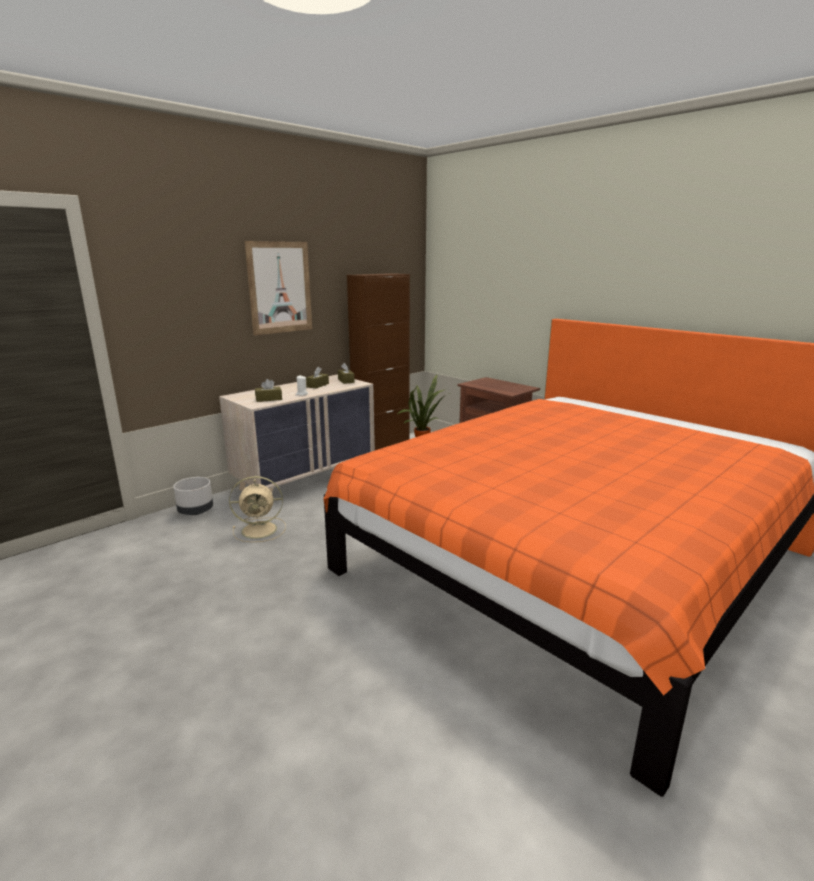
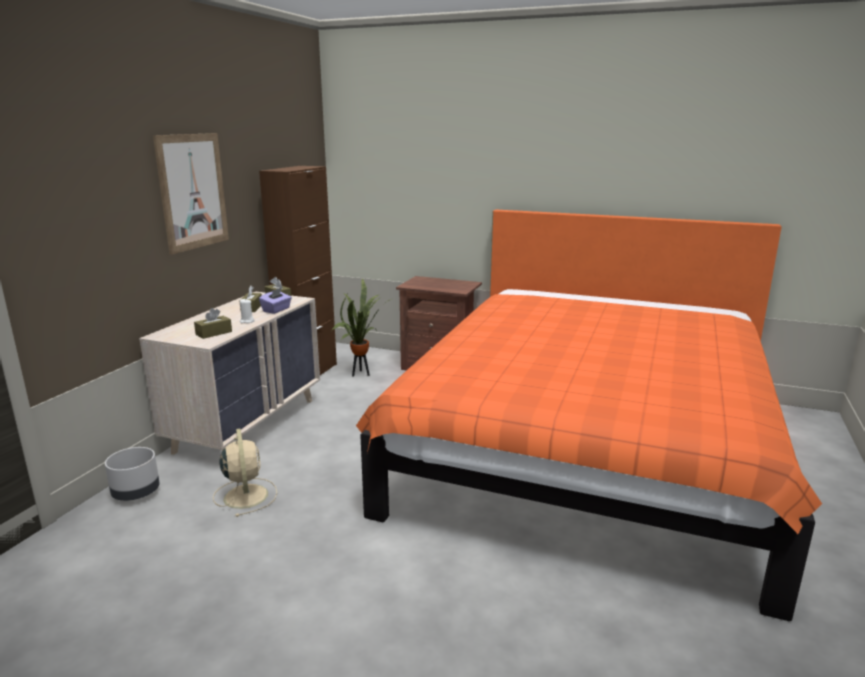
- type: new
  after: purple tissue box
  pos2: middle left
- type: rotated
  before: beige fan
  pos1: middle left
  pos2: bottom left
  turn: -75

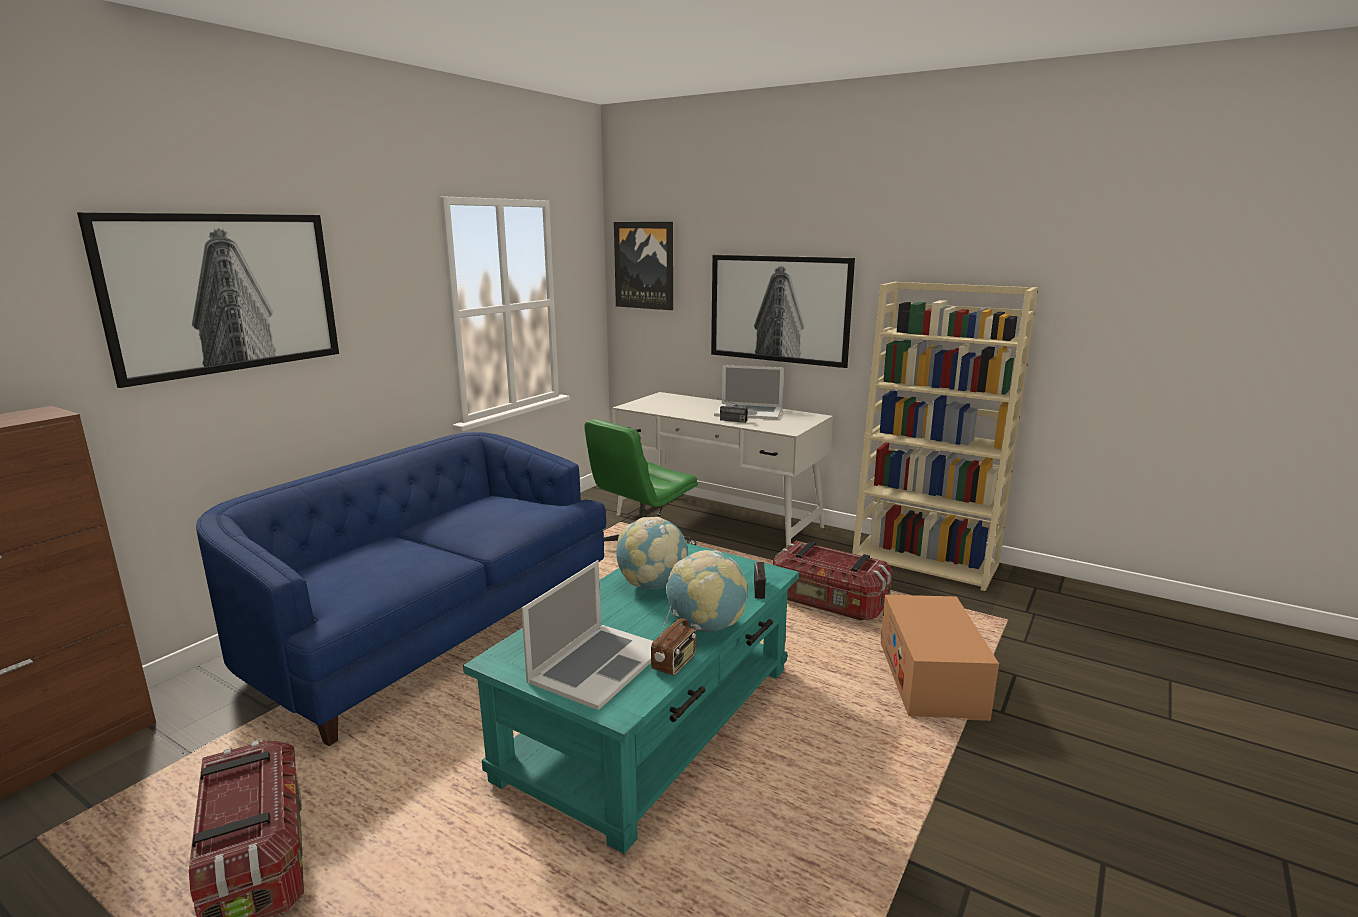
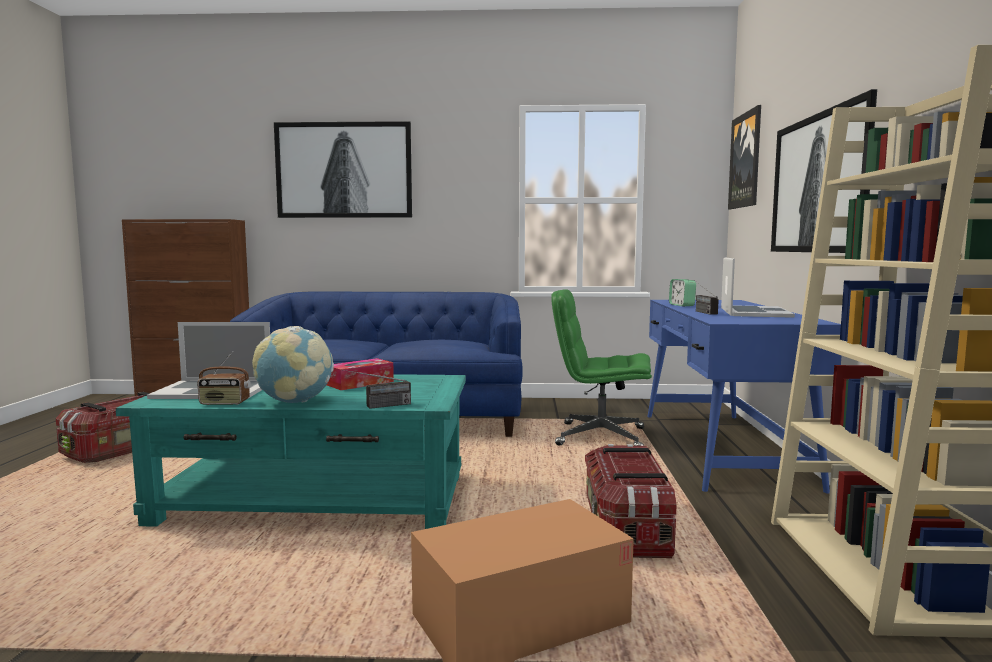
- type: new
  after: alarm clock
  pos2: middle right
- type: swapped
  before: globe (no. 1 from left)
  after: tissue box
  pos1: centre
  pos2: centre
- type: repainted
  before: white desk
  after: blue desk
  pos1: centre
  pos2: middle right
- type: rotated
  before: laptop (no. 2 from left)
  pos1: centre
  pos2: middle right
  turn: -150

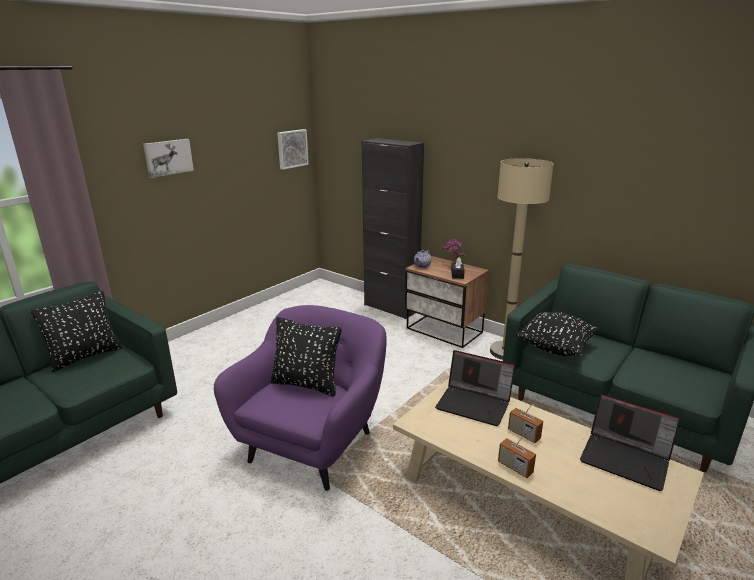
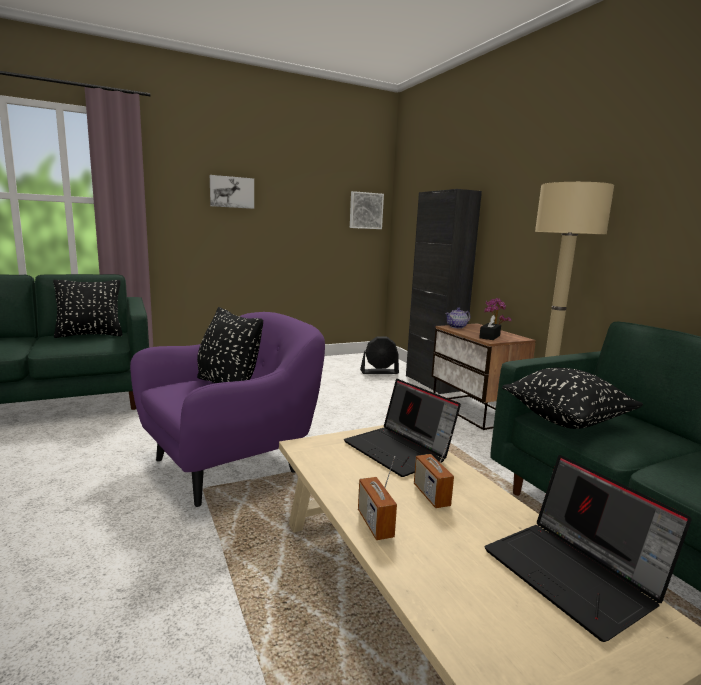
- type: new
  after: black fan
  pos2: centre

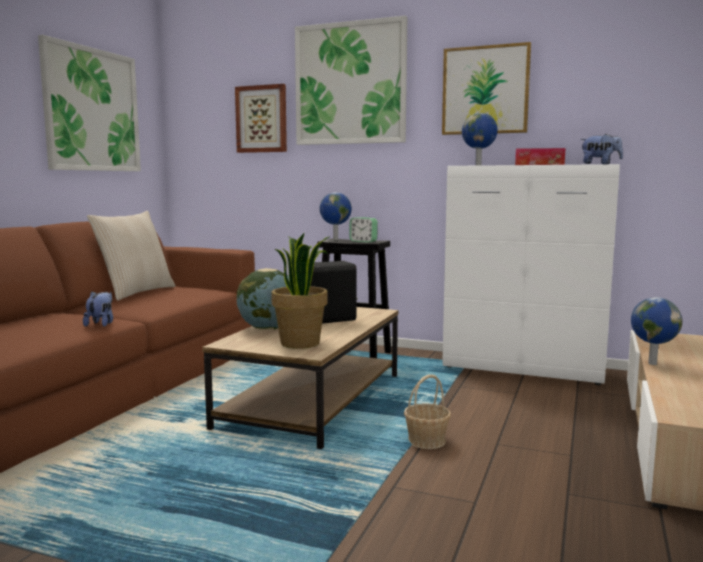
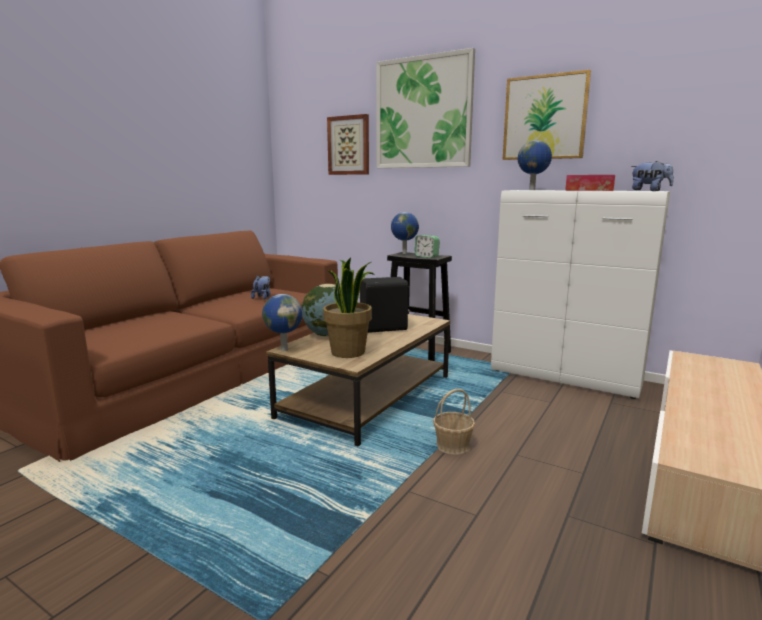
- type: gone
  before: picture (no. 1 from left)
  pos1: top left
- type: gone
  before: beige pillow
  pos1: middle left
- type: shifted
  before: plush toy (no. 1 from left)
  pos1: middle left
  pos2: centre
- type: shifted
  before: globe (no. 4 from left in the first image)
  after: globe (no. 1 from left)
  pos1: middle right
  pos2: centre

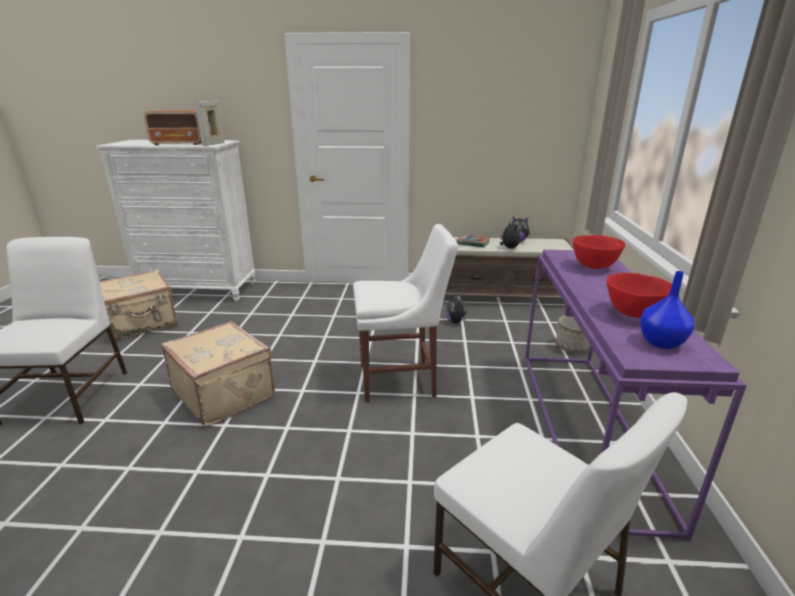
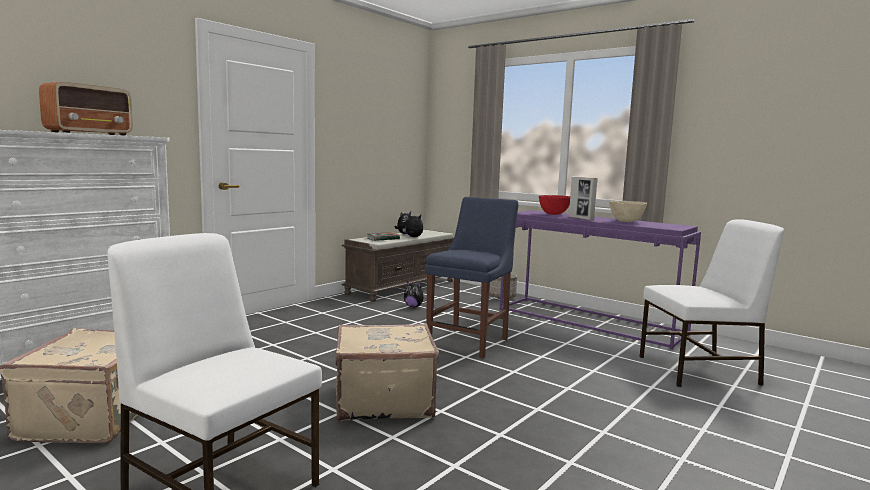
- type: gone
  before: blue vase
  pos1: middle right
- type: shifted
  before: picture frame
  pos1: top left
  pos2: middle right
- type: repainted
  before: white chair (no. 2 from left)
  after: blue chair
  pos1: centre
  pos2: centre
- type: repainted
  before: red bowl (no. 2 from left)
  after: beige bowl
  pos1: middle right
  pos2: middle right

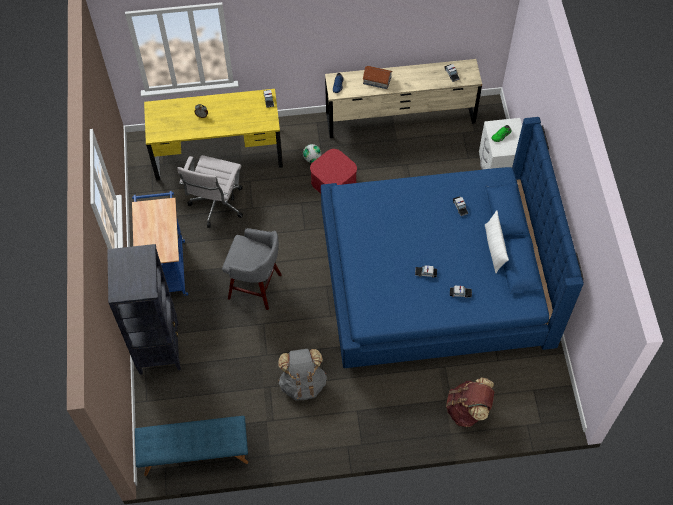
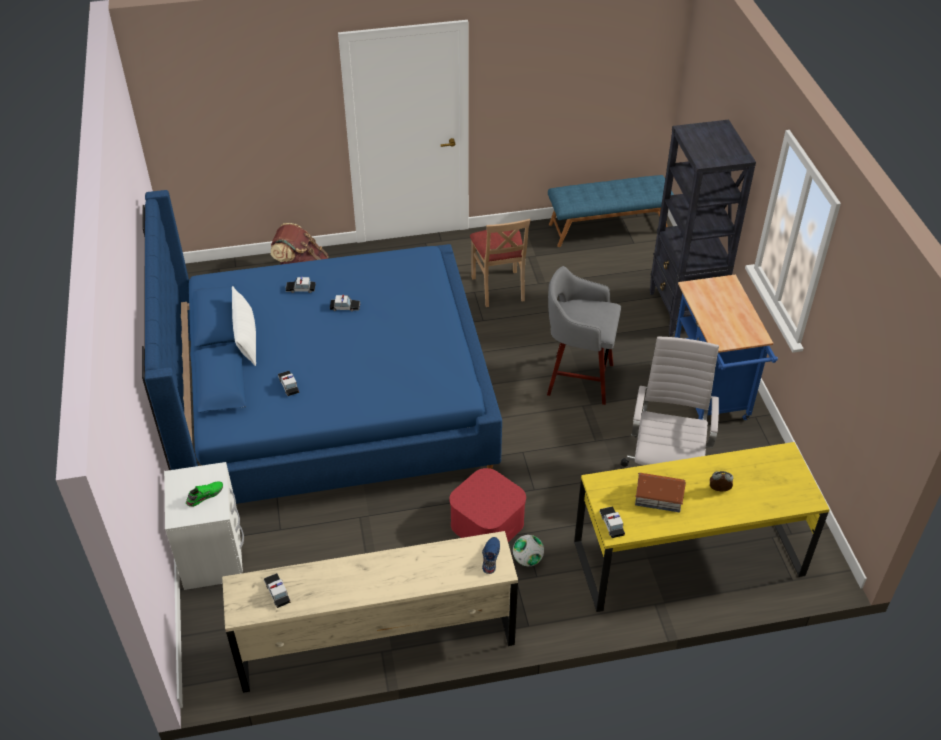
- type: shifted
  before: toy house
  pos1: top centre
  pos2: middle right
- type: swapped
  before: grey backpack
  after: beige chair
  pos1: bottom centre
  pos2: centre

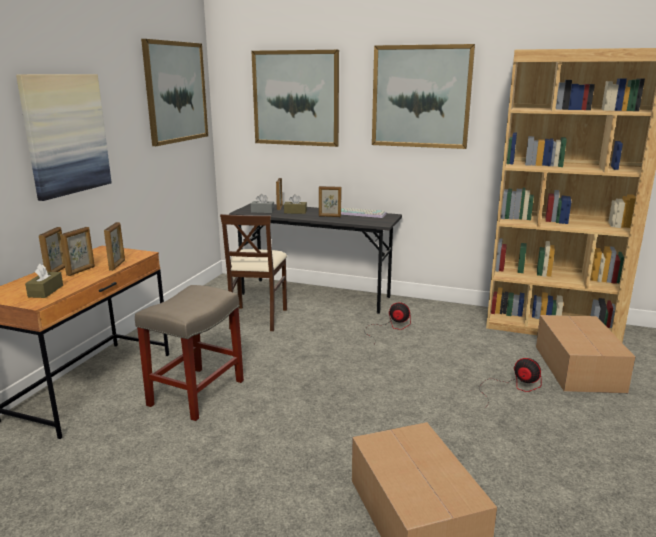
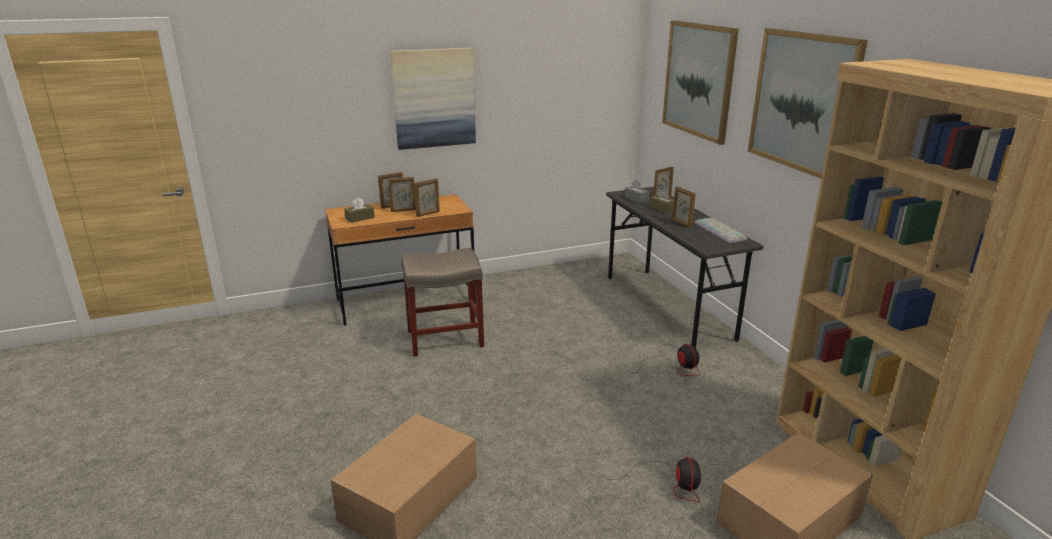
- type: gone
  before: picture (no. 2 from left)
  pos1: top left
- type: gone
  before: beige chair
  pos1: centre

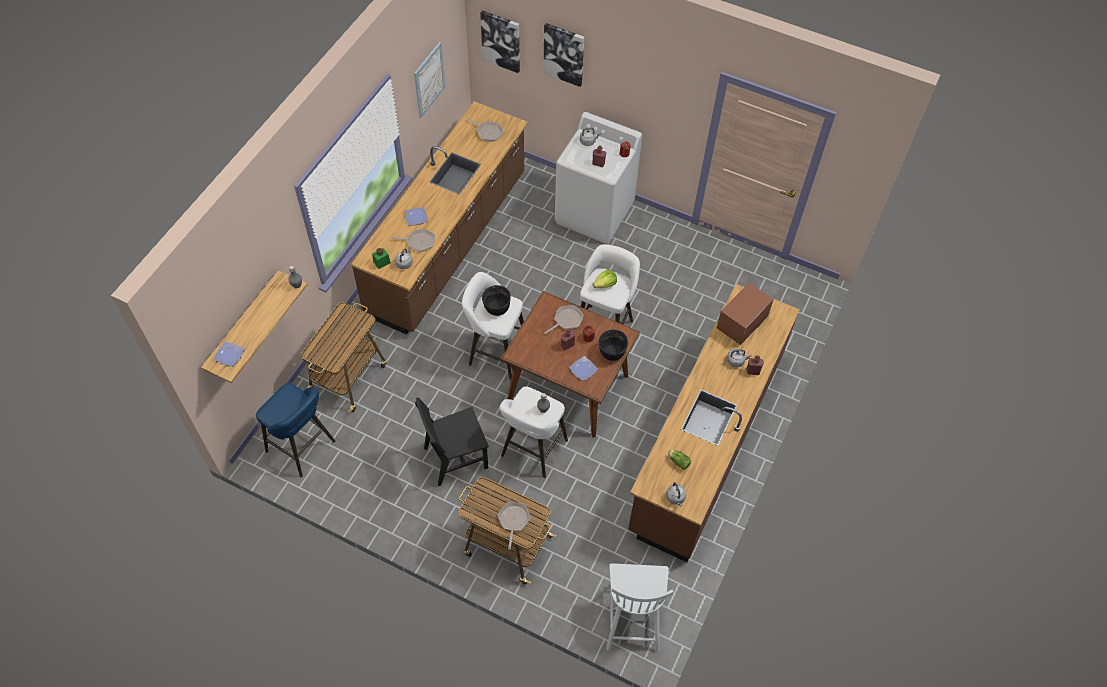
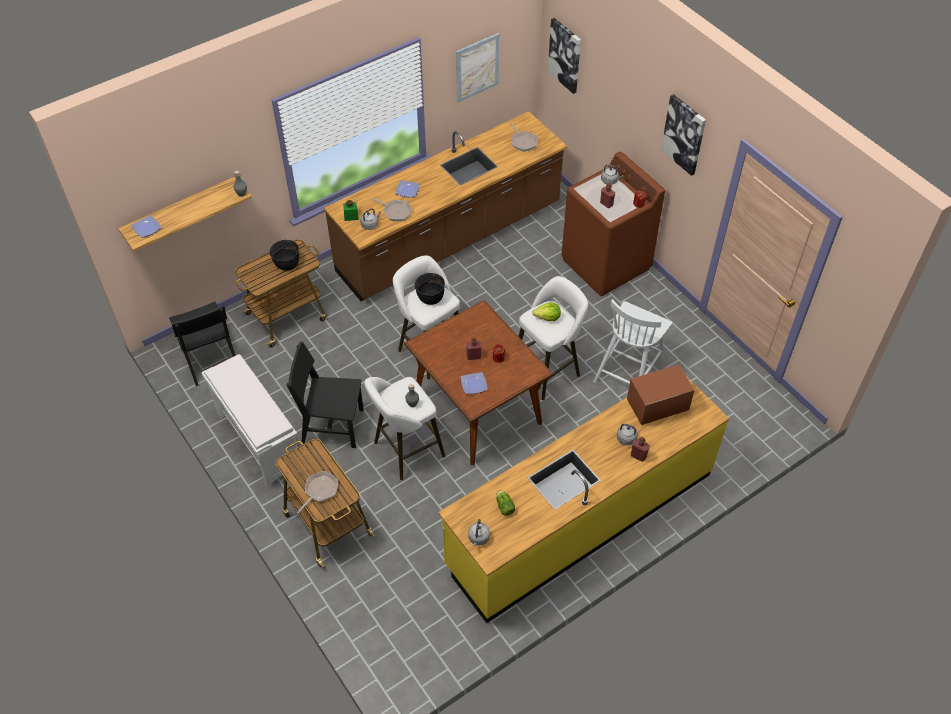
- type: gone
  before: frying pan (no. 4 from left)
  pos1: centre
- type: new
  after: white bench
  pos2: middle left
- type: shifted
  before: picture (no. 3 from left)
  pos1: top centre
  pos2: top right
- type: shifted
  before: black cooking pot (no. 2 from left in the first image)
  after: black cooking pot (no. 1 from left)
  pos1: centre
  pos2: middle left
- type: shifted
  before: white chair
  pos1: bottom centre
  pos2: centre
- type: swapped
  before: blue stool
  after: black chair (no. 1 from left)
  pos1: middle left
  pos2: middle left
- type: repainted
  before: white washing machine
  after: brown washing machine
  pos1: top centre
  pos2: top centre
- type: repainted
  before: brown counter (no. 2 from left)
  after: yellow counter
  pos1: centre
  pos2: bottom centre

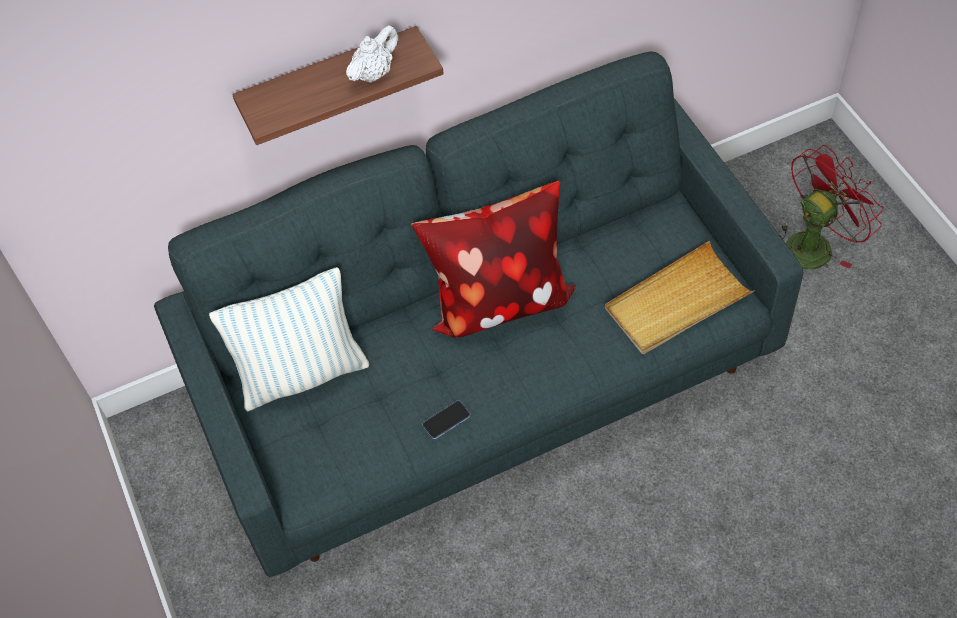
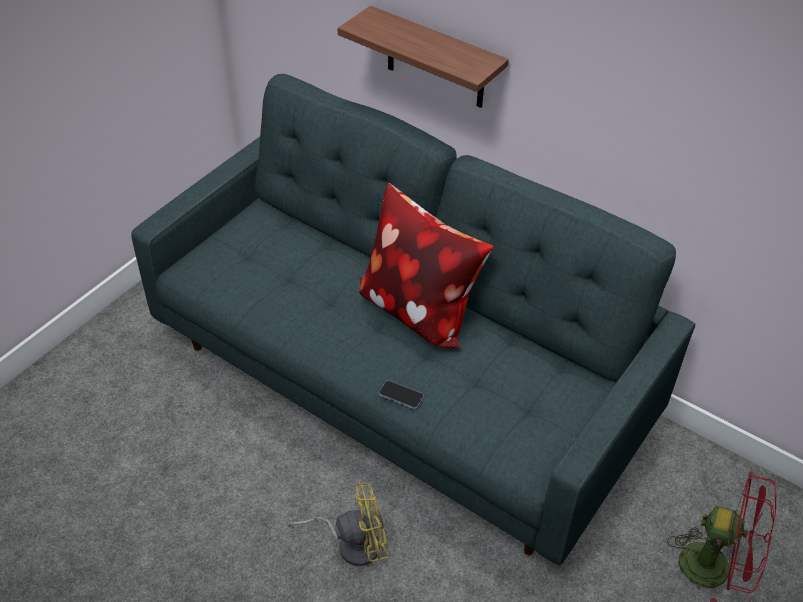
- type: gone
  before: pillow (no. 1 from left)
  pos1: middle left
- type: gone
  before: white teapot
  pos1: top centre
- type: gone
  before: beige tray
  pos1: middle right
- type: new
  after: yellow fan
  pos2: bottom centre
- type: shifted
  before: phone
  pos1: bottom centre
  pos2: centre

